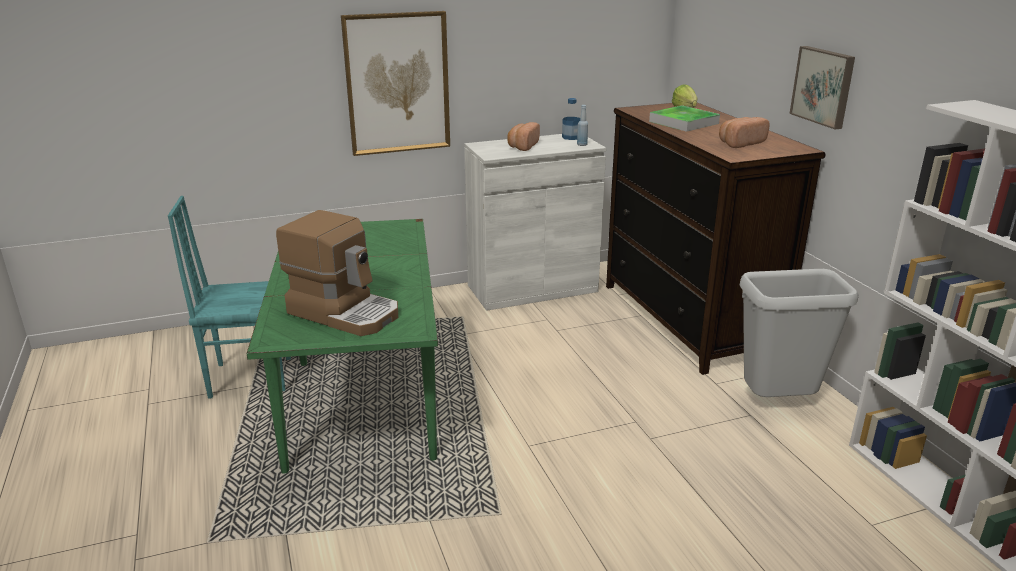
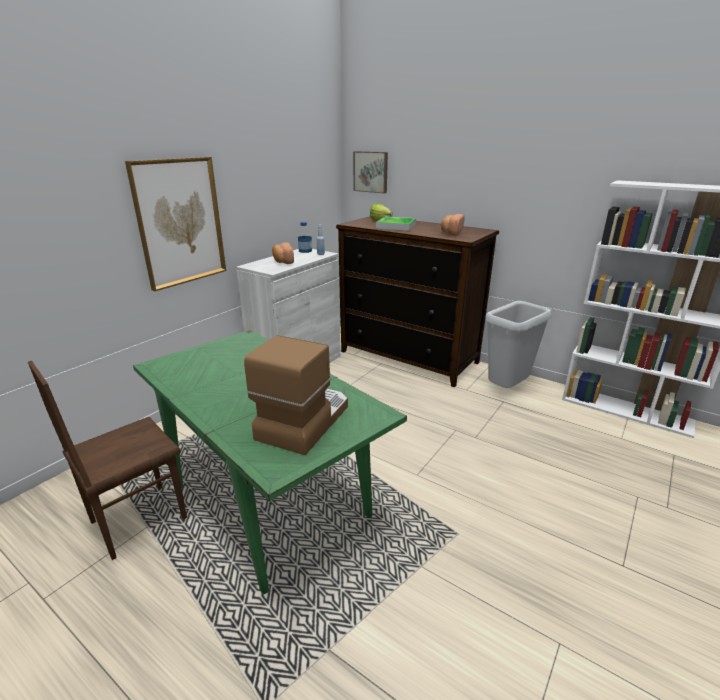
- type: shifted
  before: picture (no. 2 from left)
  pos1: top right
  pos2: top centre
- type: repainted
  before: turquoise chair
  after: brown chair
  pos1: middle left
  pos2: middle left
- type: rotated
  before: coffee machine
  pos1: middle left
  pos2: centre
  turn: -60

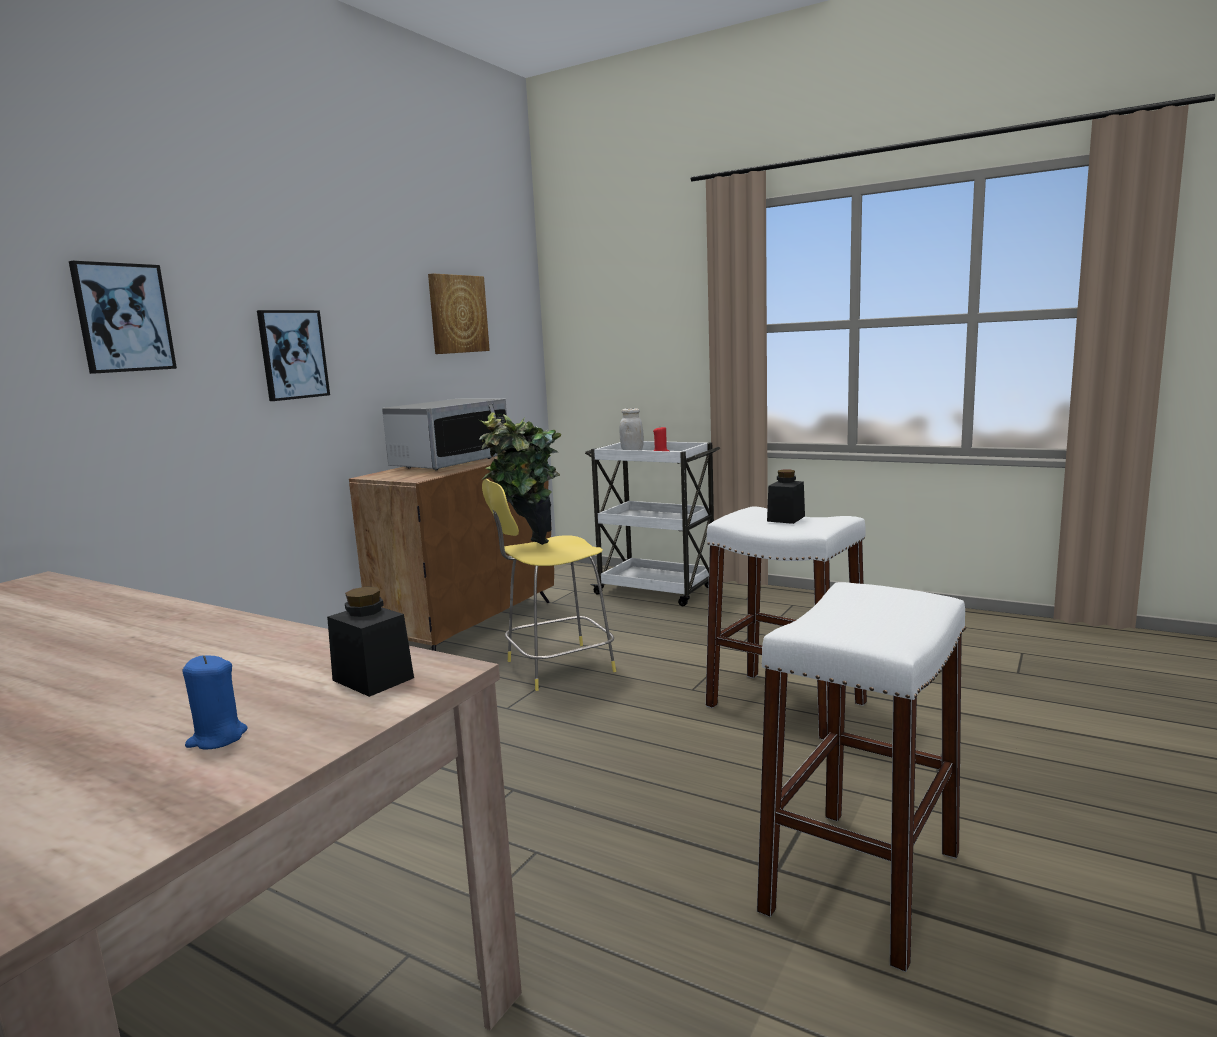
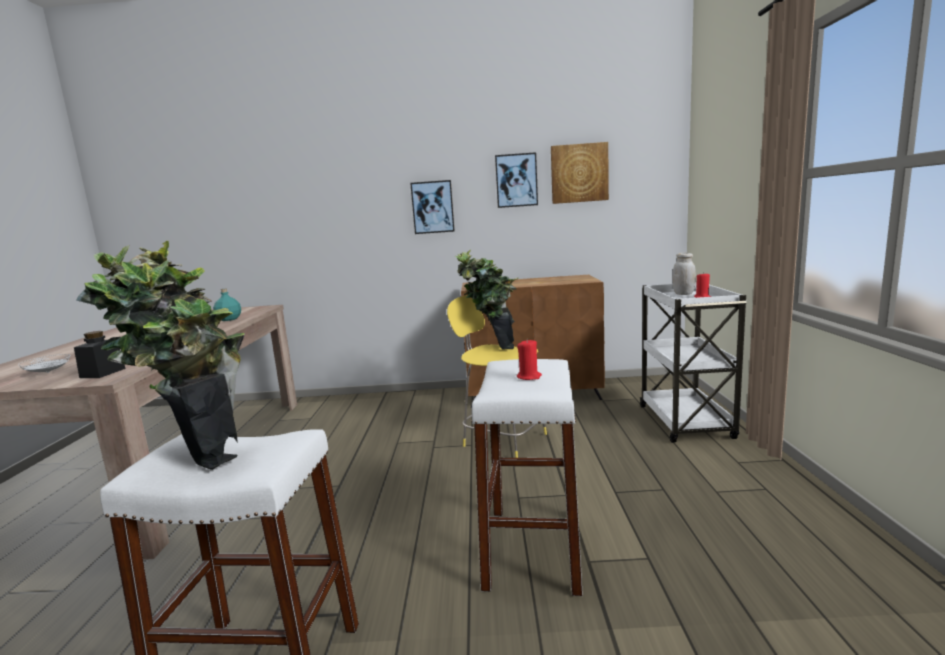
- type: gone
  before: microwave
  pos1: centre
- type: new
  after: potted plant (no. 1 from left)
  pos2: middle left
- type: new
  after: turquoise bottle
  pos2: middle left
- type: shifted
  before: picture (no. 1 from left in the first image)
  after: picture (no. 2 from left)
  pos1: top left
  pos2: top centre
- type: swapped
  before: blue candle
  after: white plate
  pos1: bottom left
  pos2: middle left
- type: swapped
  before: black jar (no. 2 from left)
  after: red candle (no. 1 from left)
  pos1: centre
  pos2: centre

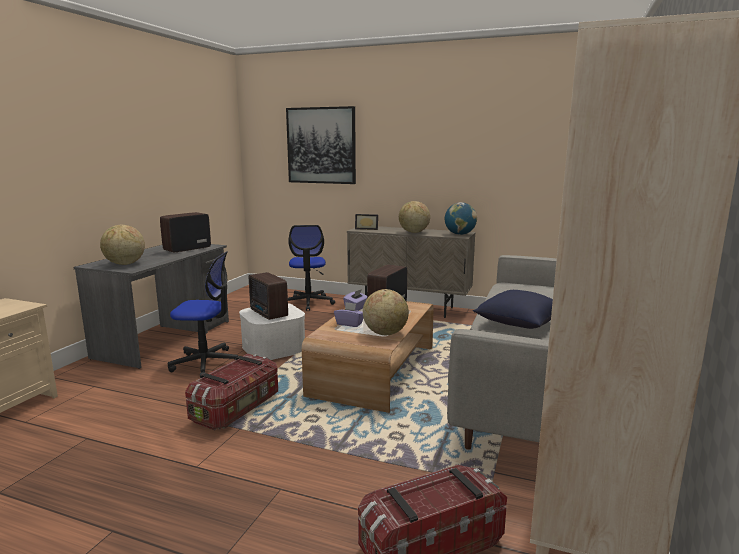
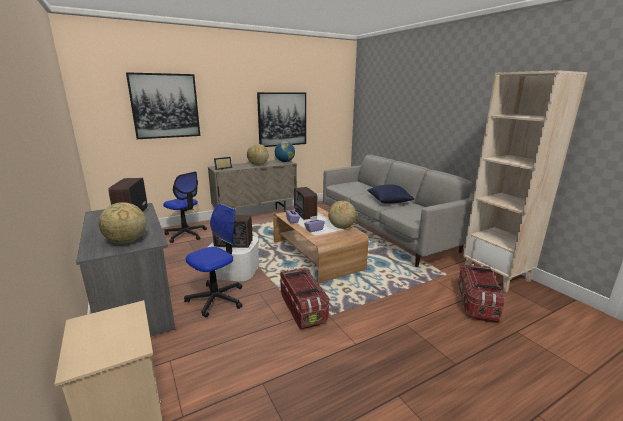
- type: new
  after: picture (no. 2 from left)
  pos2: top centre

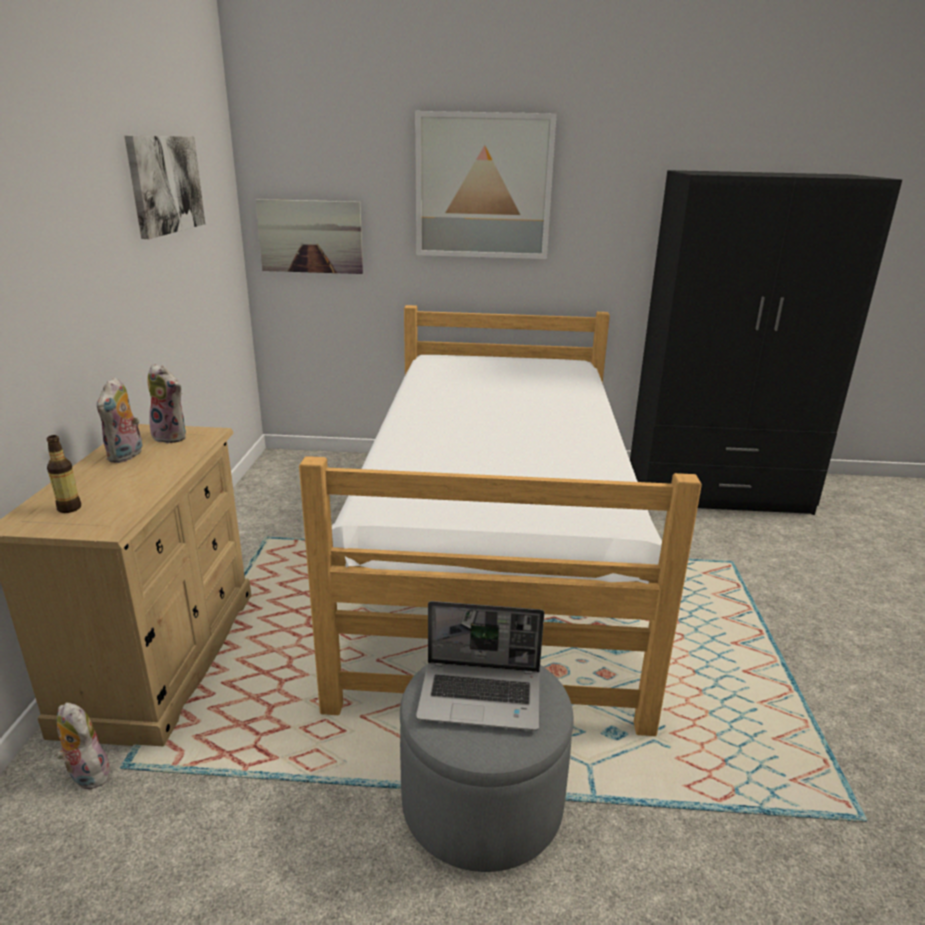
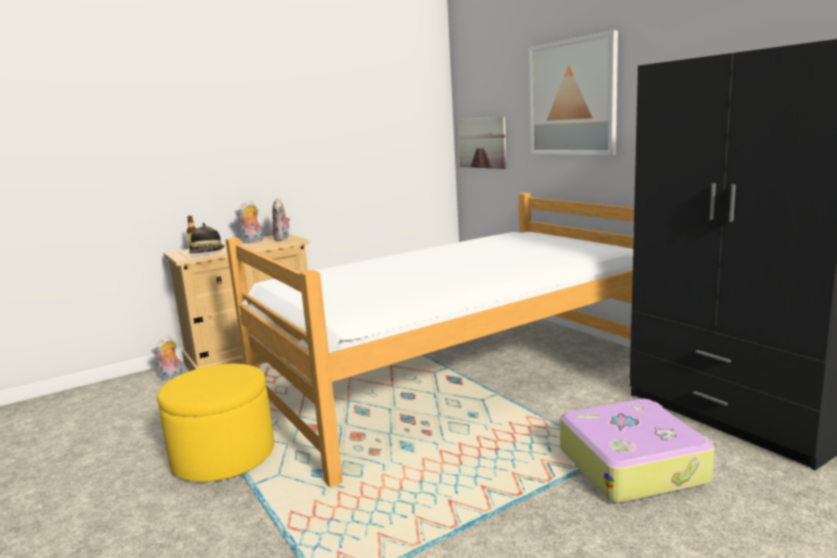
- type: gone
  before: picture (no. 1 from left)
  pos1: top left
- type: gone
  before: laptop
  pos1: bottom centre
- type: new
  after: hat
  pos2: middle left
- type: new
  after: suitcase
  pos2: bottom right
- type: repainted
  before: grey ottoman
  after: yellow ottoman
  pos1: bottom centre
  pos2: bottom left
- type: rotated
  before: plush toy (no. 1 from left)
  pos1: bottom left
  pos2: middle left
  turn: -135

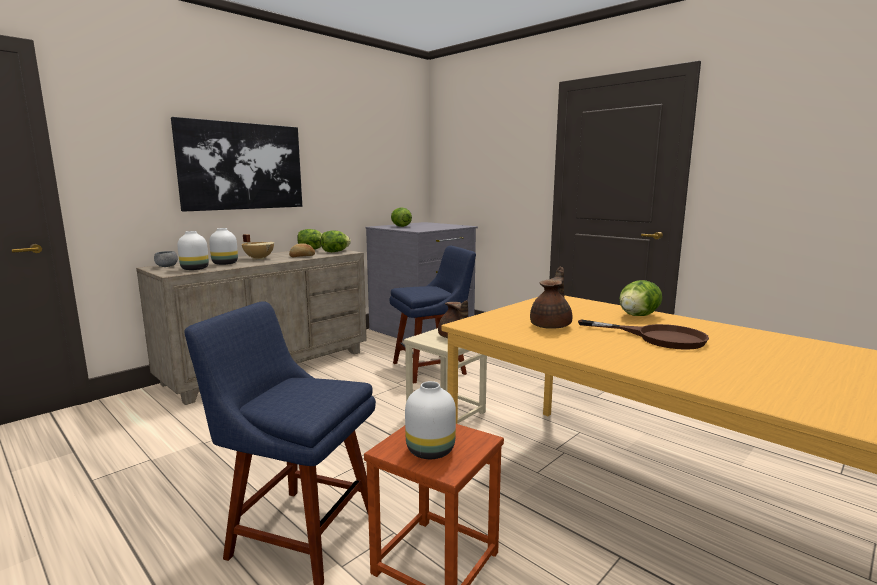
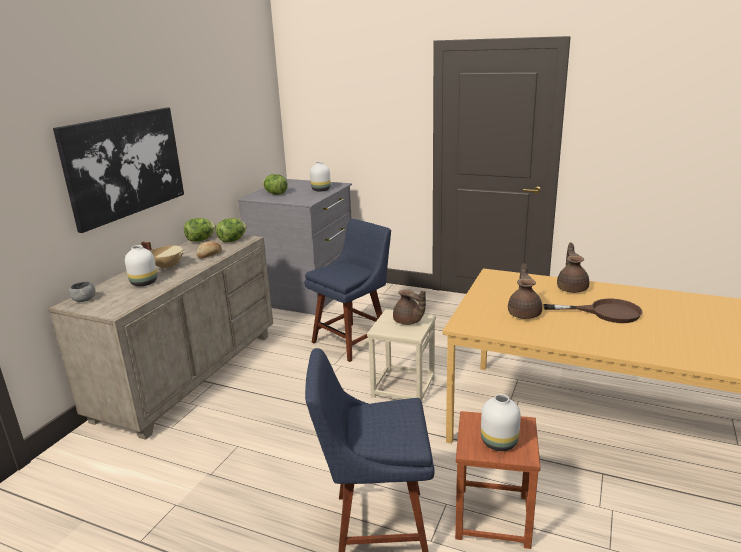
- type: shifted
  before: white vase (no. 1 from left in the first image)
  after: white vase (no. 2 from left)
  pos1: middle left
  pos2: top centre
- type: swapped
  before: lettuce (no. 4 from left)
  after: brown teapot (no. 3 from left)
  pos1: middle right
  pos2: middle right

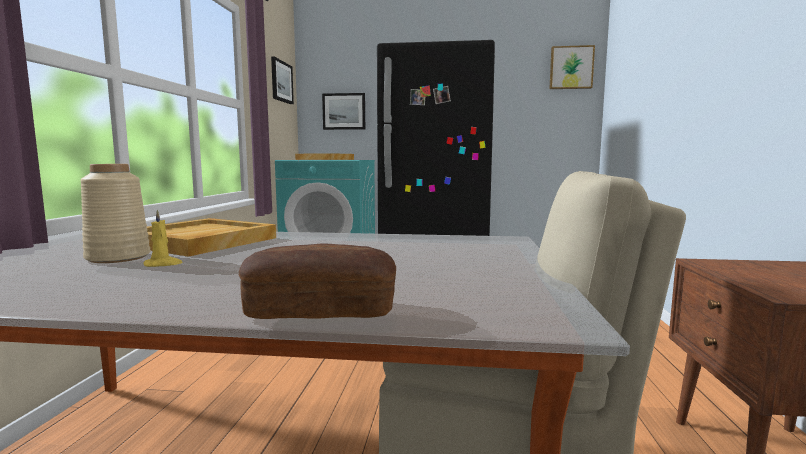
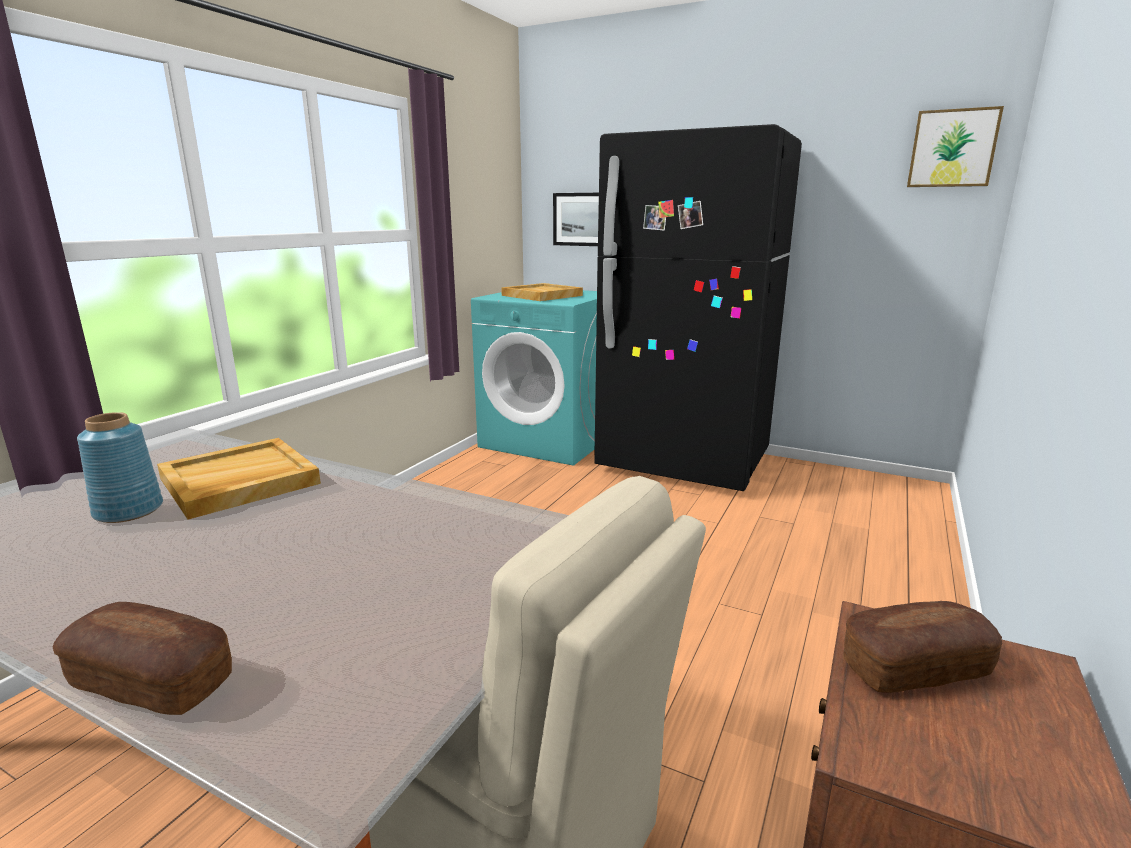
- type: gone
  before: yellow candle
  pos1: middle left
- type: gone
  before: picture (no. 1 from left)
  pos1: top centre
- type: new
  after: bread (no. 2 from left)
  pos2: bottom right
- type: repainted
  before: beige vase
  after: blue vase
  pos1: middle left
  pos2: middle left

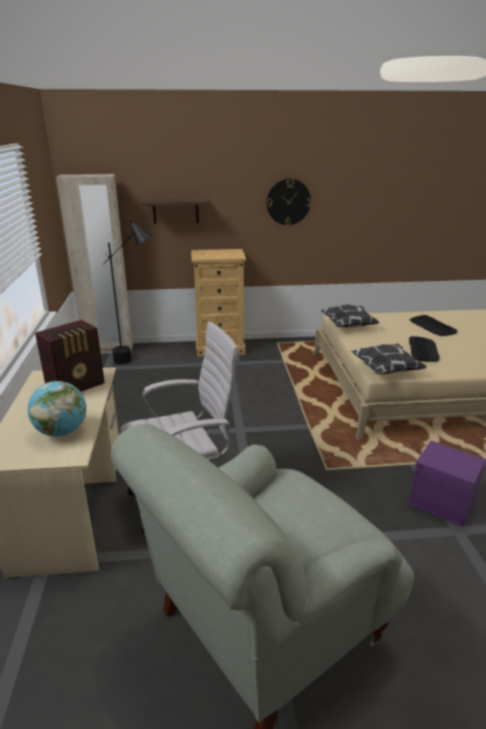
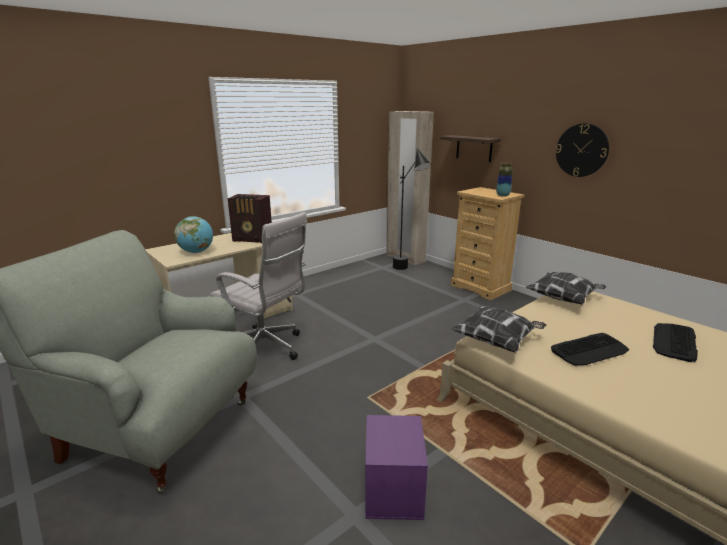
- type: new
  after: vase
  pos2: top right

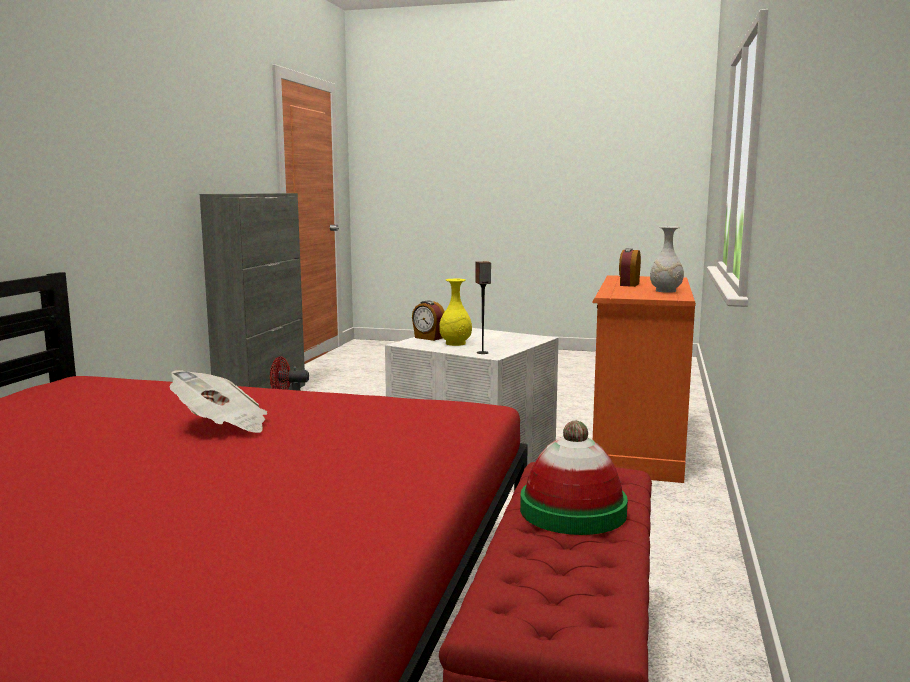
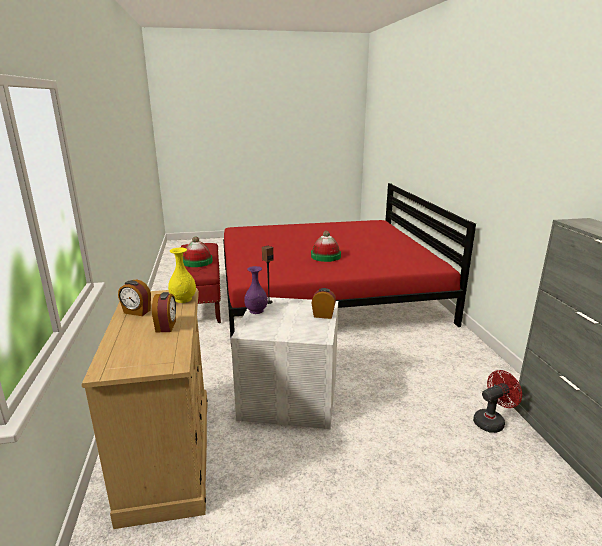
- type: new
  after: purple vase
  pos2: centre
- type: shifted
  before: yellow vase
  pos1: centre
  pos2: middle left
- type: swapped
  before: newspaper
  after: hat (no. 2 from left)
  pos1: middle left
  pos2: centre
- type: swapped
  before: white vase
  after: alarm clock (no. 1 from left)
  pos1: middle right
  pos2: middle left
- type: repainted
  before: orange dresser
  after: beige dresser
  pos1: middle right
  pos2: bottom left

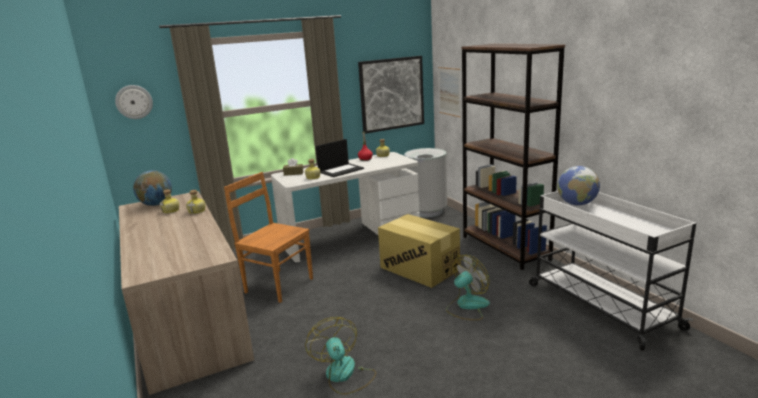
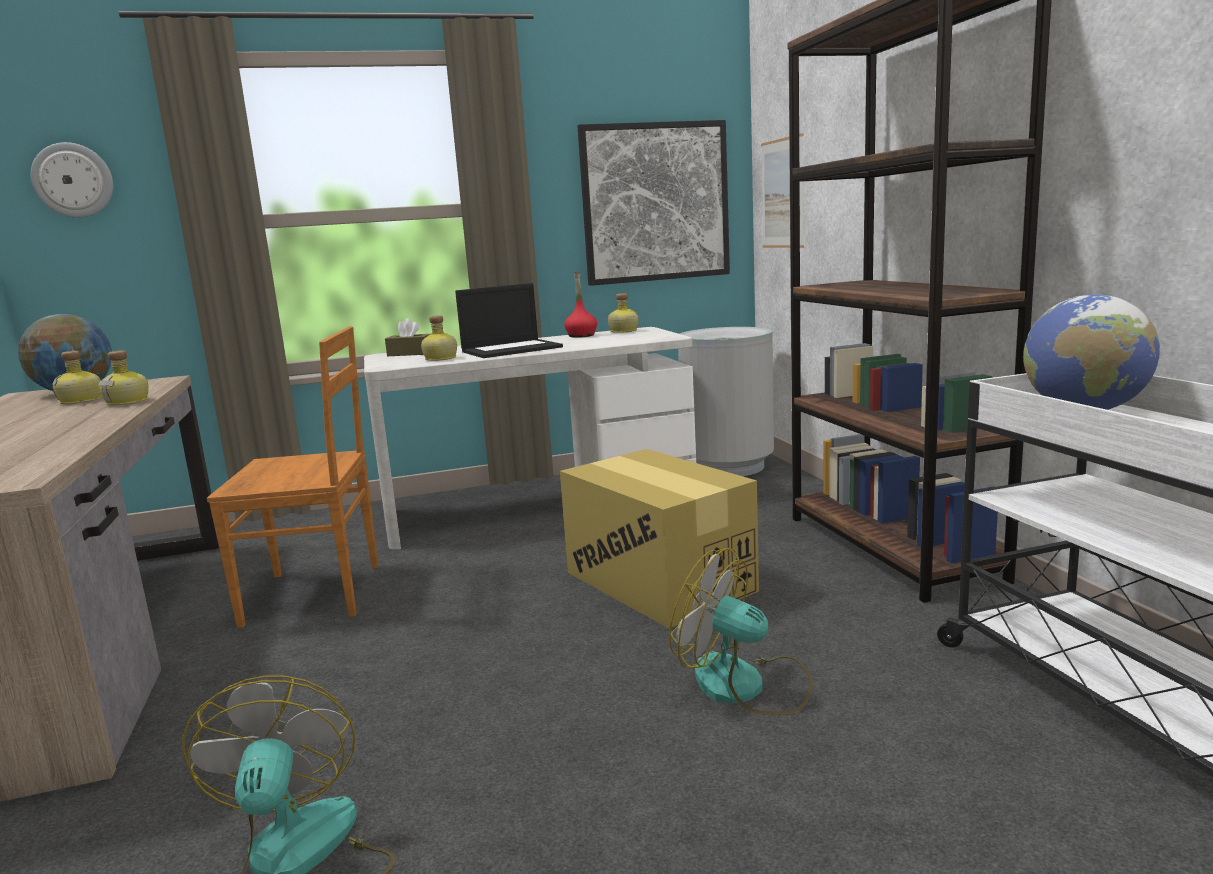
- type: rotated
  before: brown chair
  pos1: centre
  pos2: middle left
  turn: 135
- type: rotated
  before: fan (no. 2 from left)
  pos1: bottom centre
  pos2: bottom centre
  turn: -120

